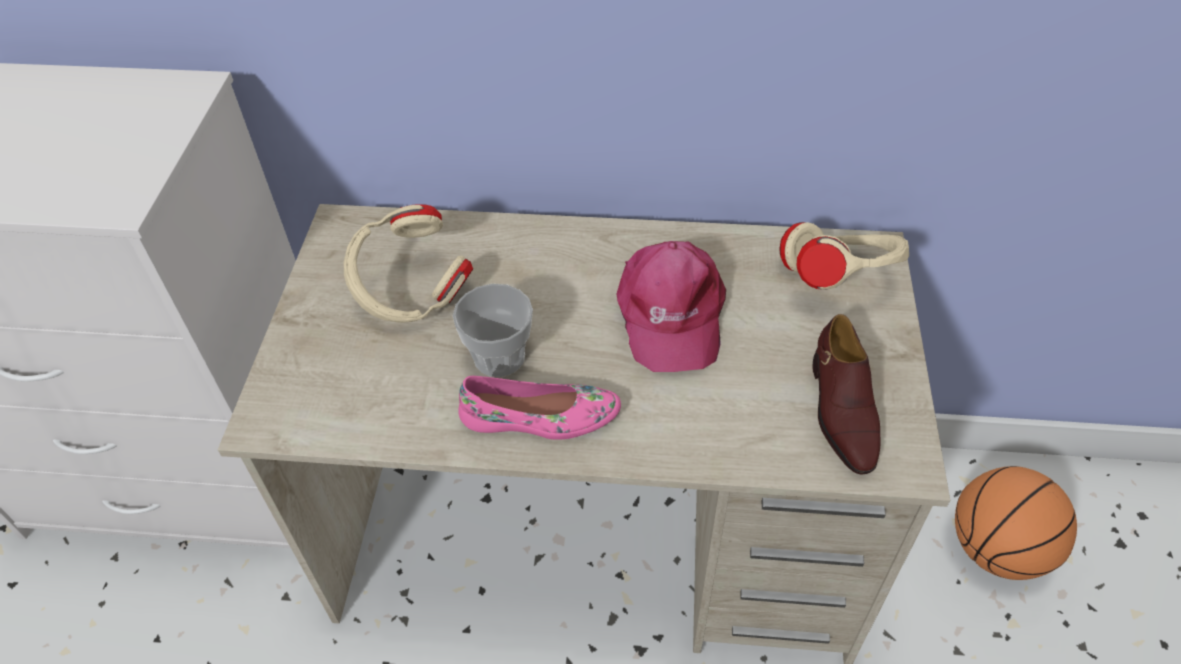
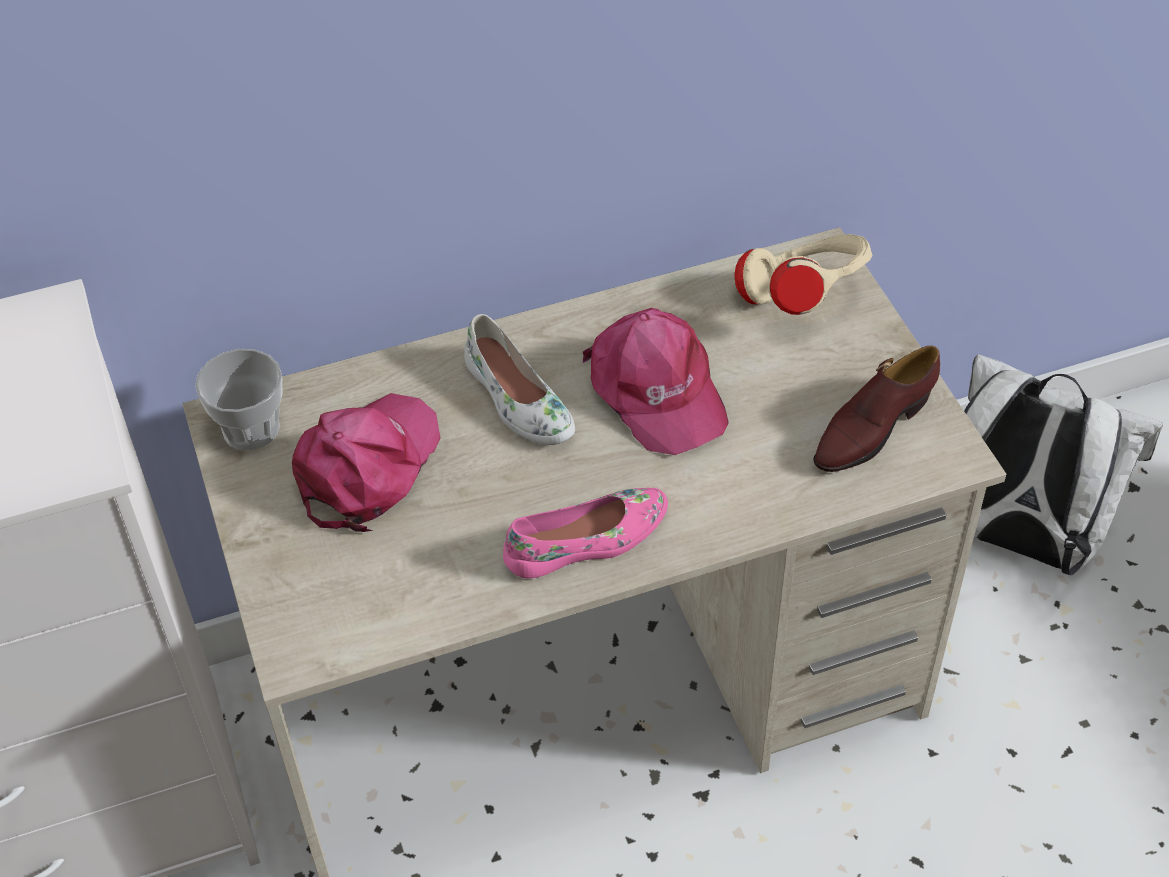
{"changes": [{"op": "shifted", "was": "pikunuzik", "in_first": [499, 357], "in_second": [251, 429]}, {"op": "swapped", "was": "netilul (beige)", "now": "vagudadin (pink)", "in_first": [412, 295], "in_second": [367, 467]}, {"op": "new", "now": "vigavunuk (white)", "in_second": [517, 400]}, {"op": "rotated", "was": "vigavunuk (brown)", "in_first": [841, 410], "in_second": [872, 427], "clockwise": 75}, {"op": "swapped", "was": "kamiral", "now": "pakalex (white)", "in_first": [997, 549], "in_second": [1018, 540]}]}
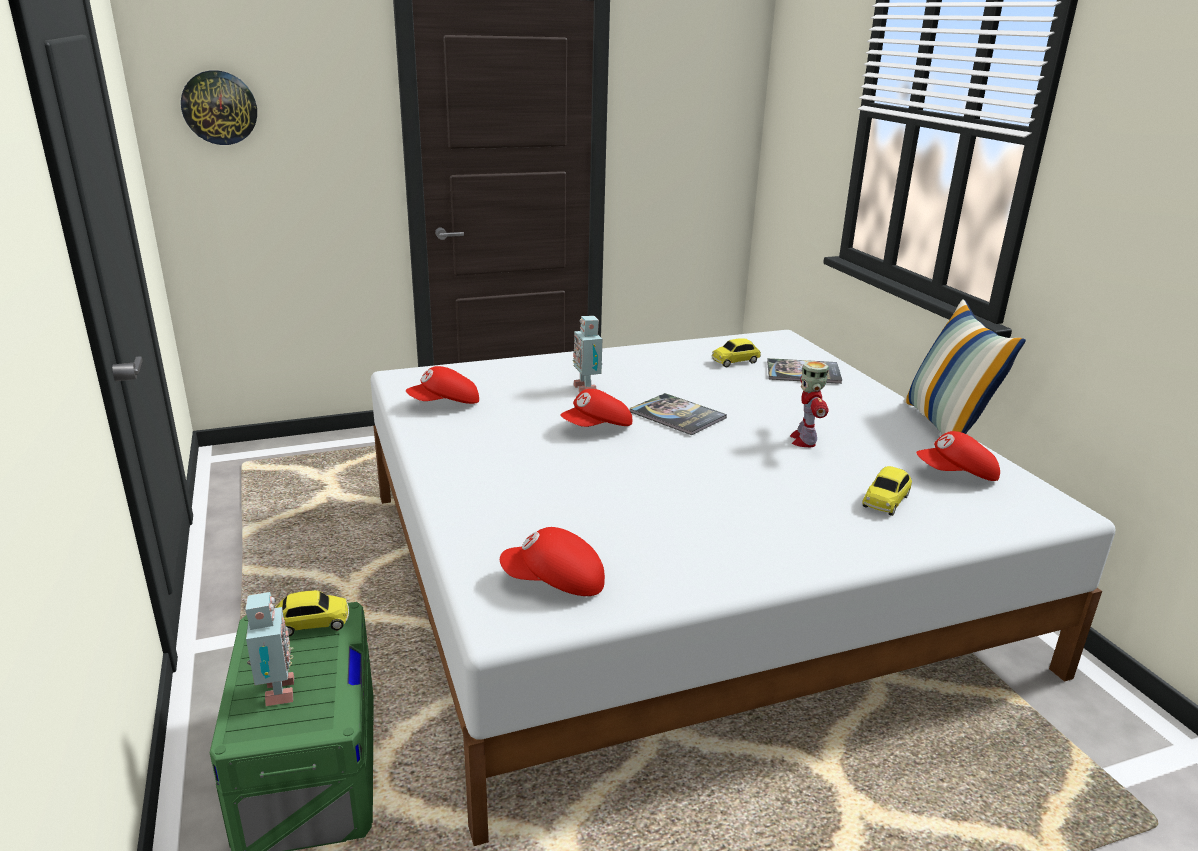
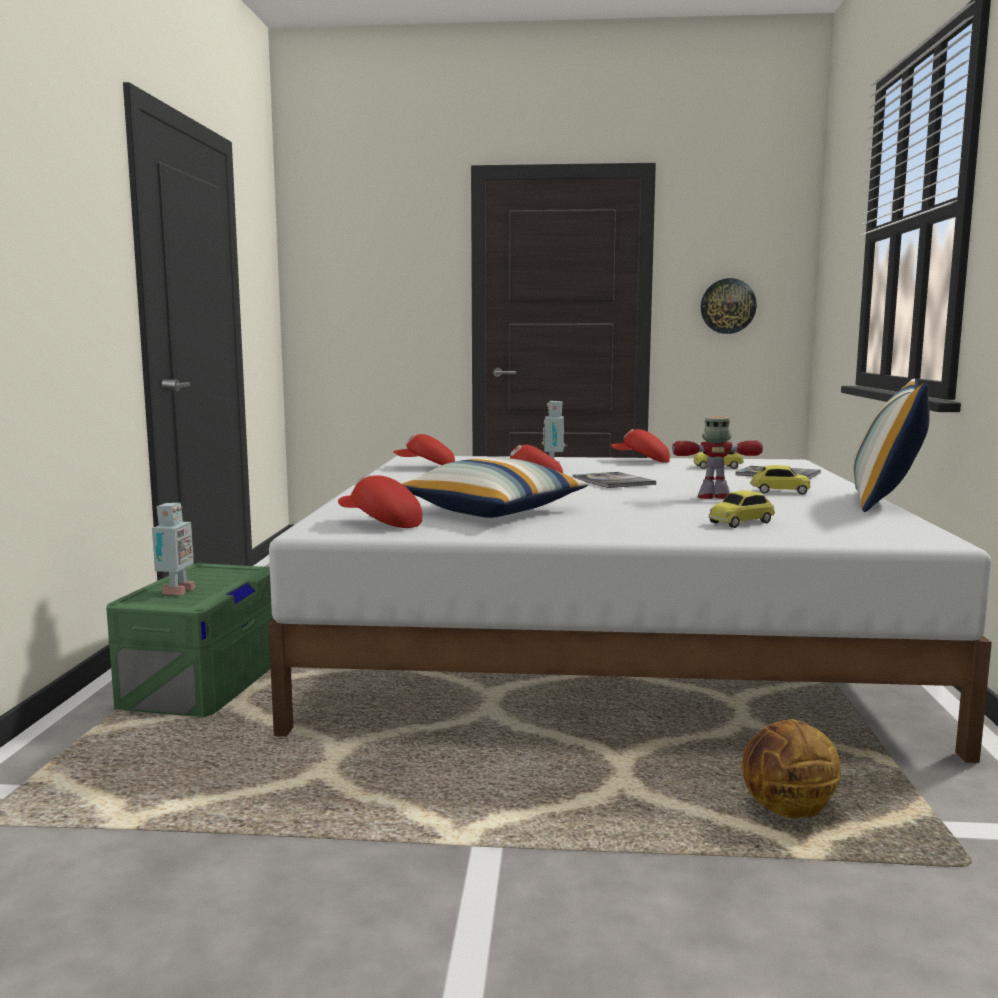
{"changes": [{"op": "new", "now": "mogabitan", "in_second": [493, 511]}, {"op": "shifted", "was": "vagudadin (red)", "in_first": [957, 475], "in_second": [641, 461]}, {"op": "rotated", "was": "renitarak", "in_first": [804, 440], "in_second": [714, 497], "clockwise": 60}, {"op": "shifted", "was": "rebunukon", "in_first": [219, 107], "in_second": [728, 306]}, {"op": "new", "now": "kamiral", "in_second": [788, 811]}, {"op": "shifted", "was": "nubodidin", "in_first": [311, 624], "in_second": [779, 491]}]}
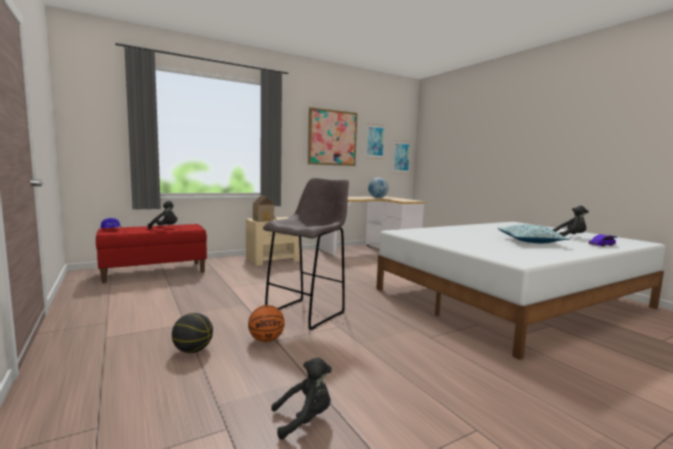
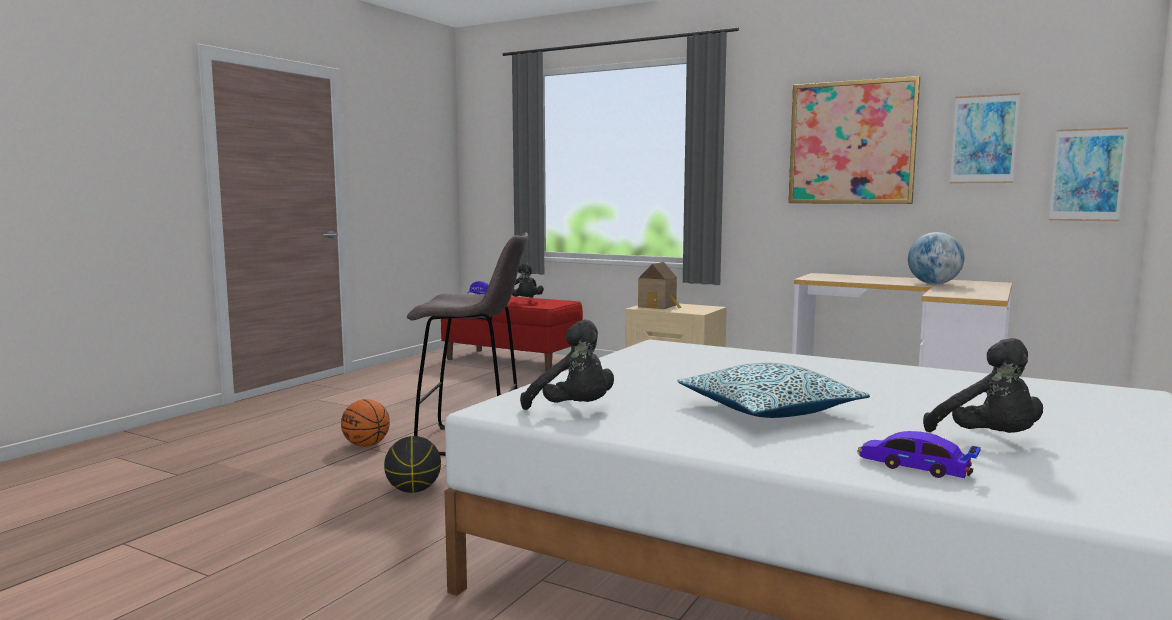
{"changes": [{"op": "shifted", "was": "kamiral", "in_first": [193, 350], "in_second": [414, 490]}, {"op": "shifted", "was": "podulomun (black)", "in_first": [305, 419], "in_second": [574, 411]}]}
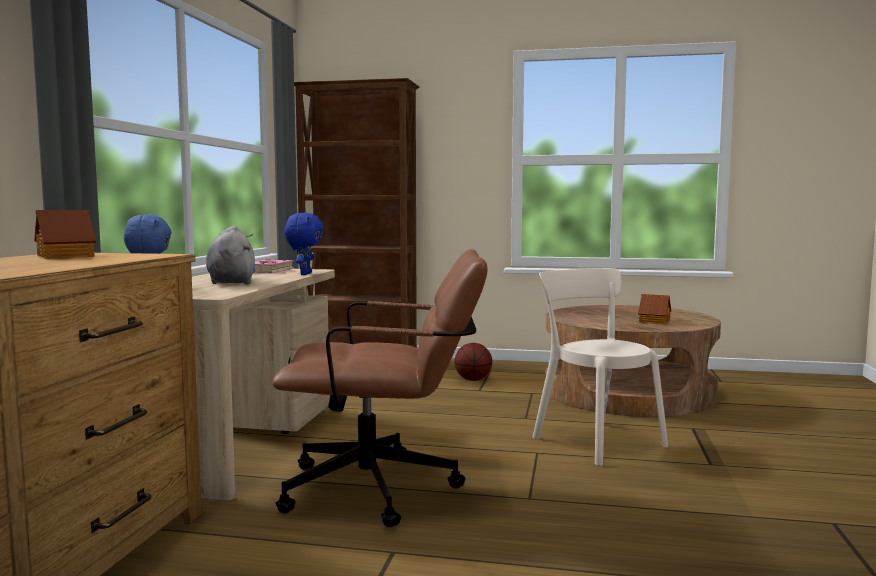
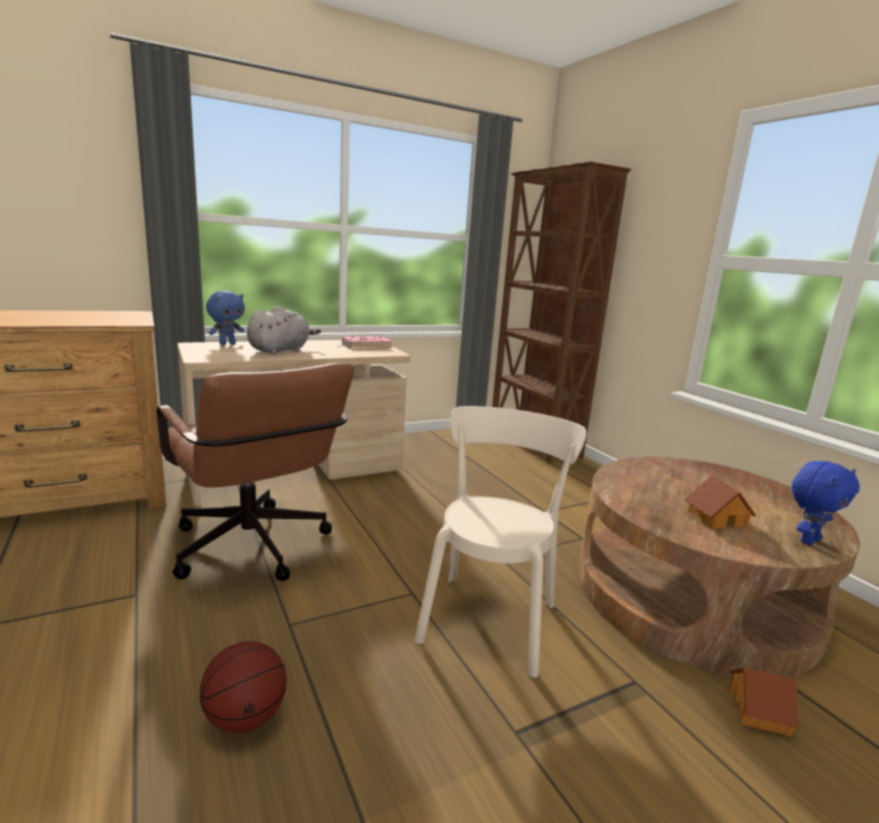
{"changes": [{"op": "shifted", "was": "kamiral", "in_first": [473, 380], "in_second": [245, 718]}, {"op": "shifted", "was": "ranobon", "in_first": [66, 256], "in_second": [760, 711]}, {"op": "shifted", "was": "podulomun (blue)", "in_first": [304, 274], "in_second": [808, 540]}]}
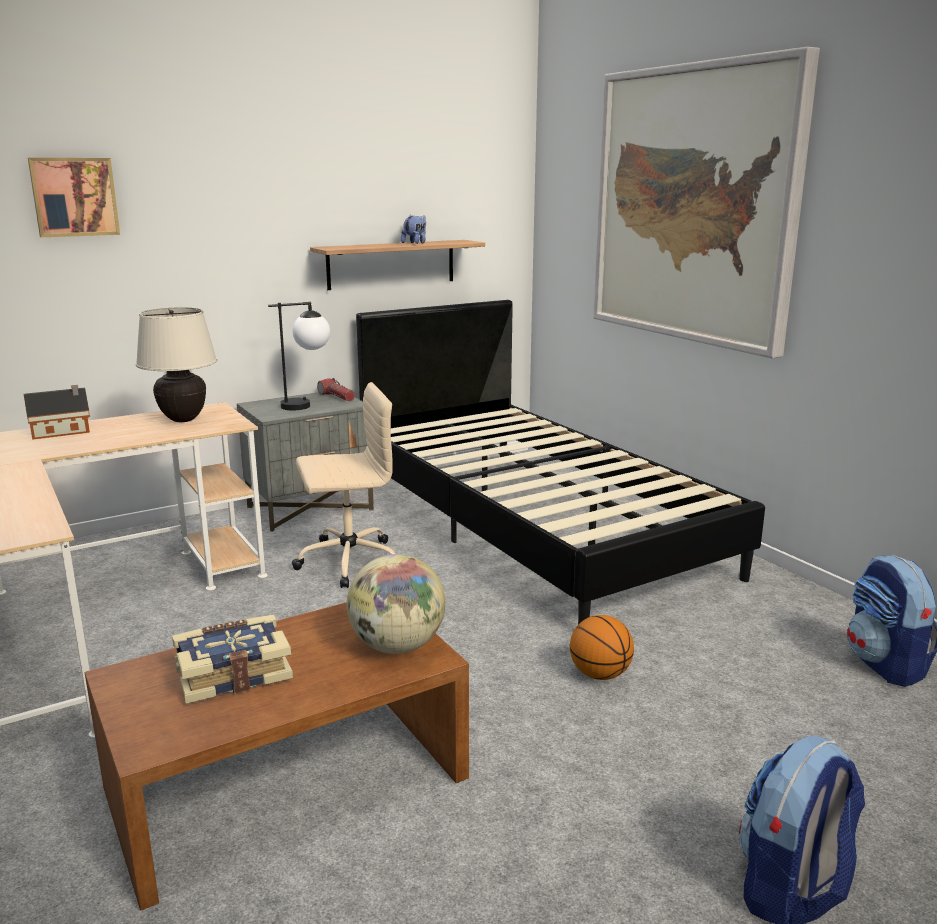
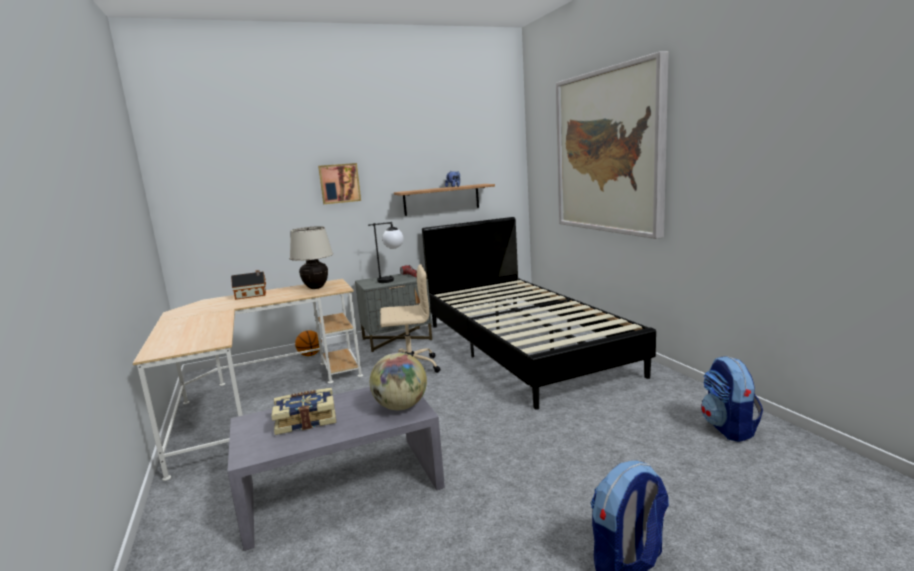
{"changes": [{"op": "repainted", "was": "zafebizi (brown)", "now": "zafebizi (grey)", "in_first": [287, 782], "in_second": [341, 486]}, {"op": "shifted", "was": "kamiral", "in_first": [600, 674], "in_second": [310, 355]}, {"op": "shifted", "was": "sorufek", "in_first": [74, 197], "in_second": [339, 183]}]}
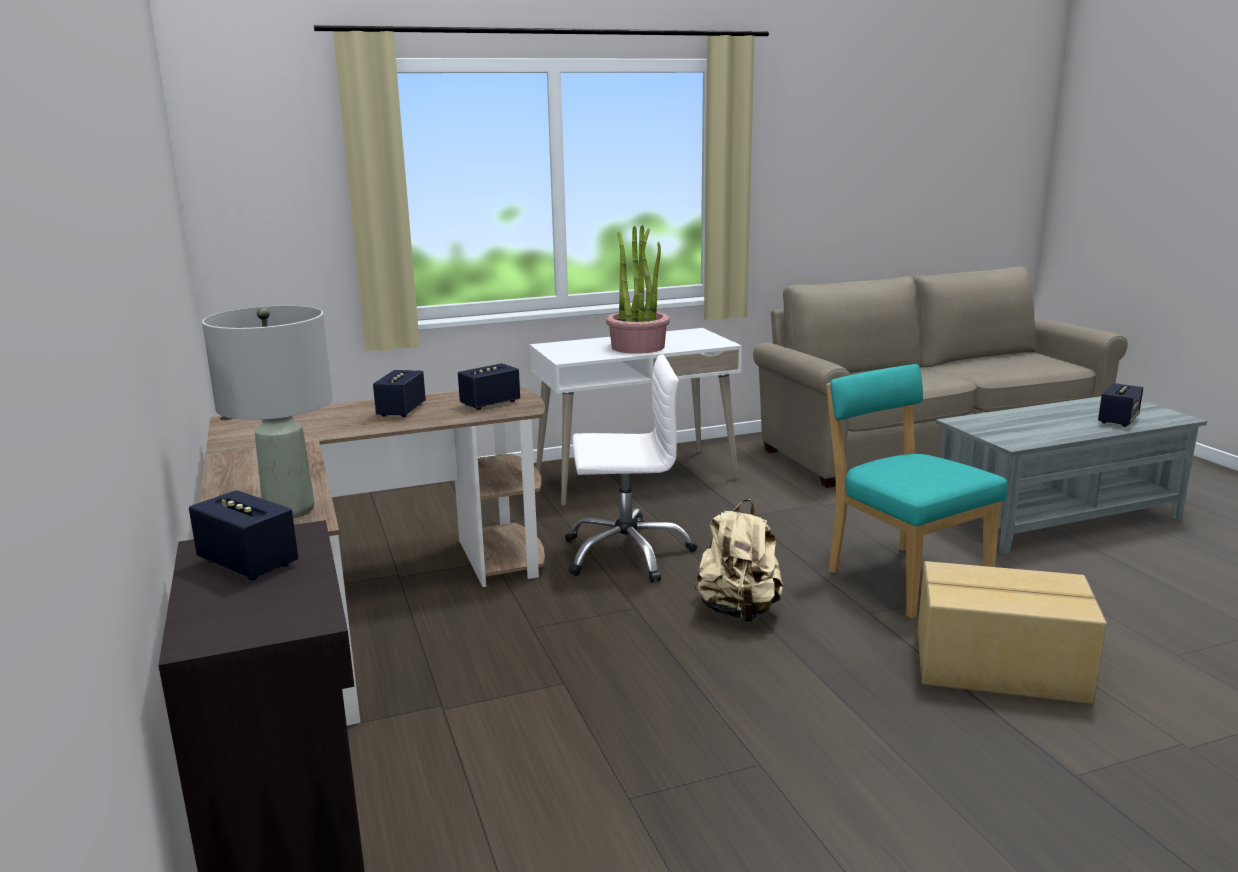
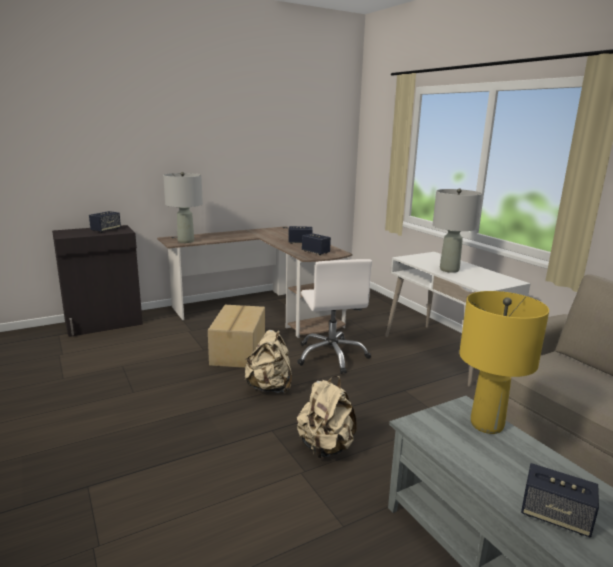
{"changes": [{"op": "shifted", "was": "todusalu", "in_first": [1000, 668], "in_second": [237, 351]}, {"op": "swapped", "was": "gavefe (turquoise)", "now": "pakalex (beige)", "in_first": [902, 578], "in_second": [325, 447]}, {"op": "swapped", "was": "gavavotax", "now": "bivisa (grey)", "in_first": [638, 347], "in_second": [449, 269]}, {"op": "new", "now": "bivisa (yellow)", "in_second": [486, 424]}]}
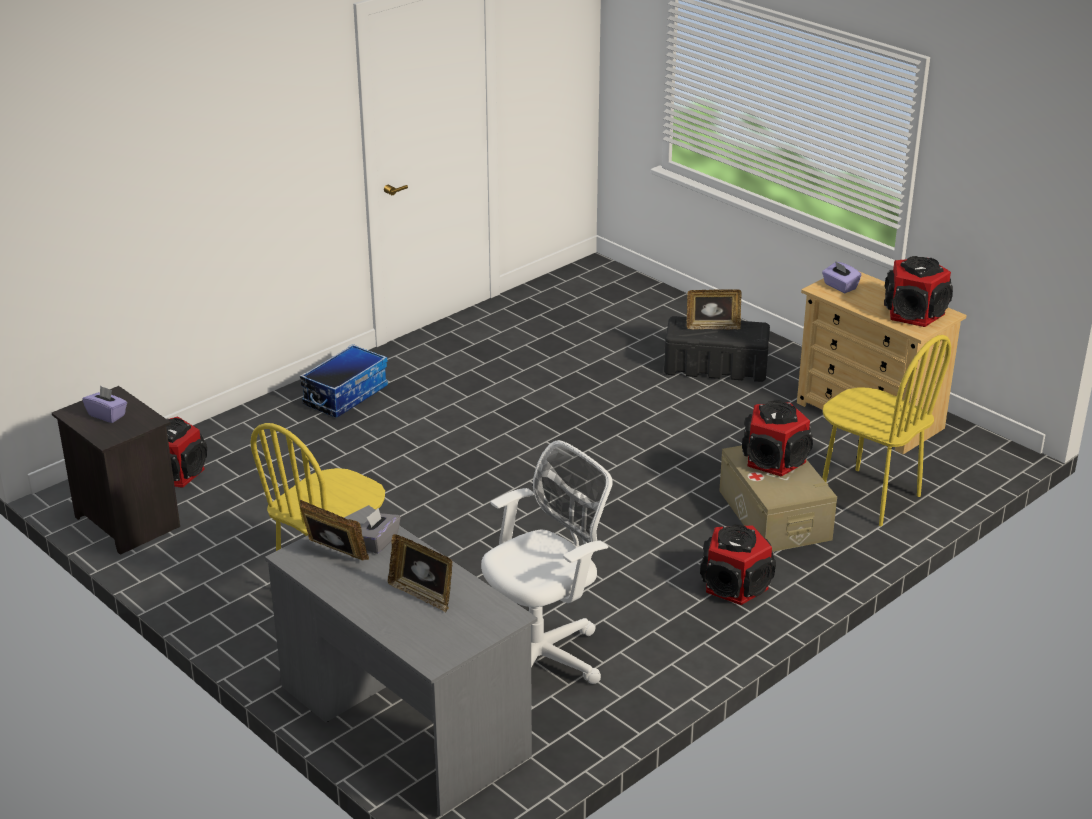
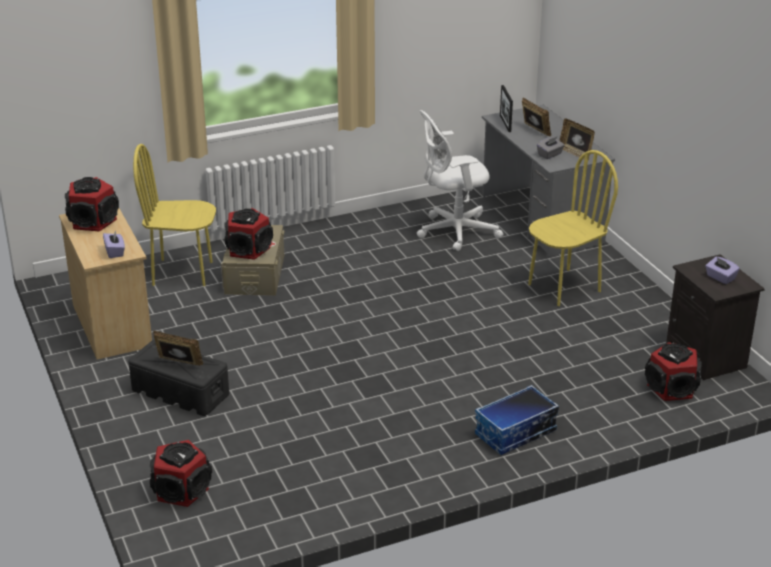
{"changes": [{"op": "rotated", "was": "gavefe (yellow)", "in_first": [869, 496], "in_second": [182, 273], "clockwise": -60}, {"op": "shifted", "was": "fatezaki", "in_first": [735, 586], "in_second": [181, 490]}, {"op": "new", "now": "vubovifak", "in_second": [505, 123]}]}
